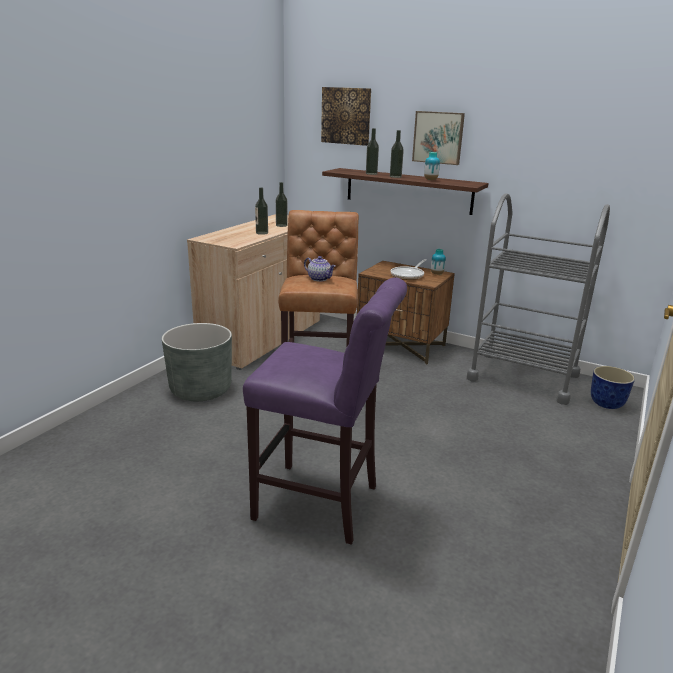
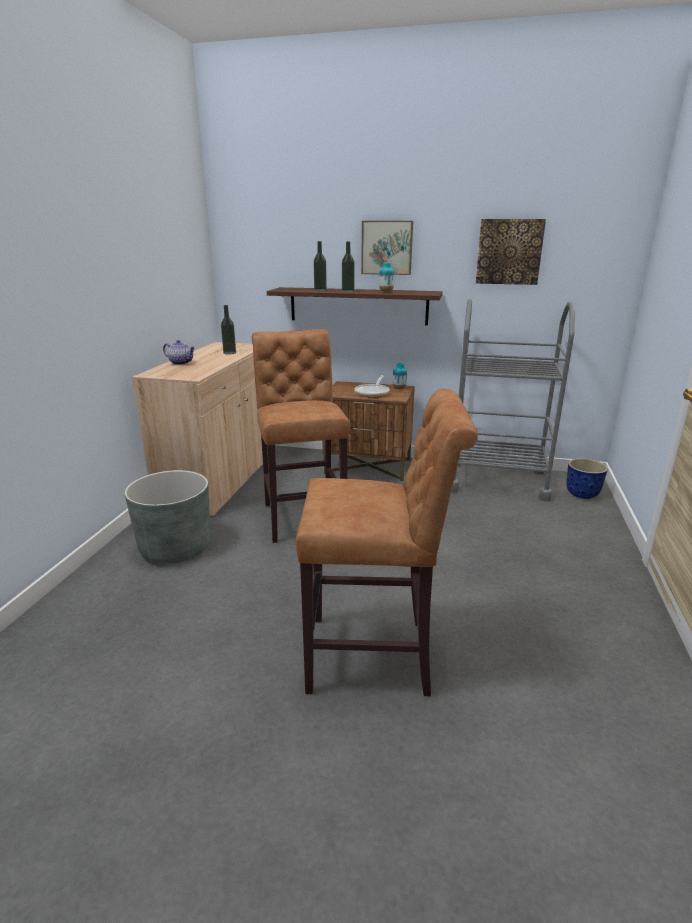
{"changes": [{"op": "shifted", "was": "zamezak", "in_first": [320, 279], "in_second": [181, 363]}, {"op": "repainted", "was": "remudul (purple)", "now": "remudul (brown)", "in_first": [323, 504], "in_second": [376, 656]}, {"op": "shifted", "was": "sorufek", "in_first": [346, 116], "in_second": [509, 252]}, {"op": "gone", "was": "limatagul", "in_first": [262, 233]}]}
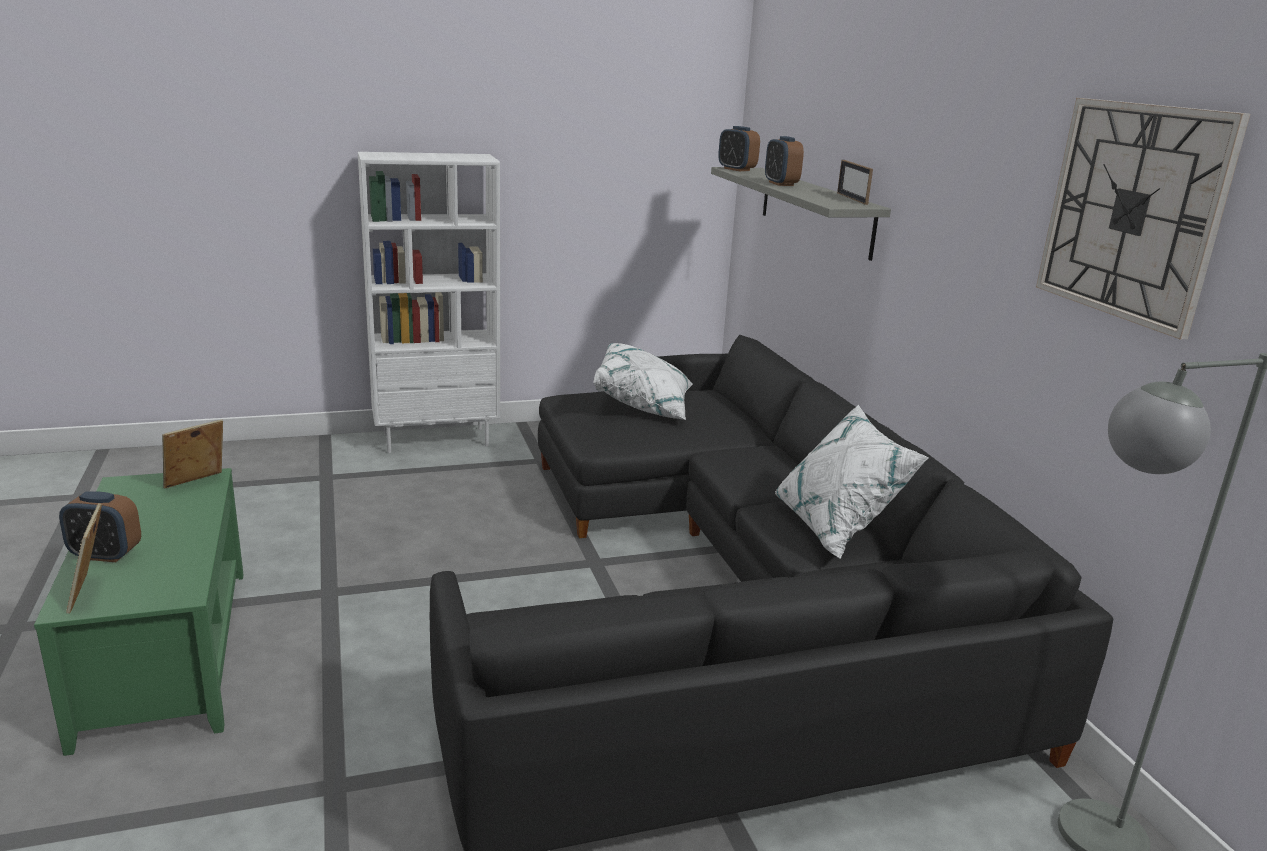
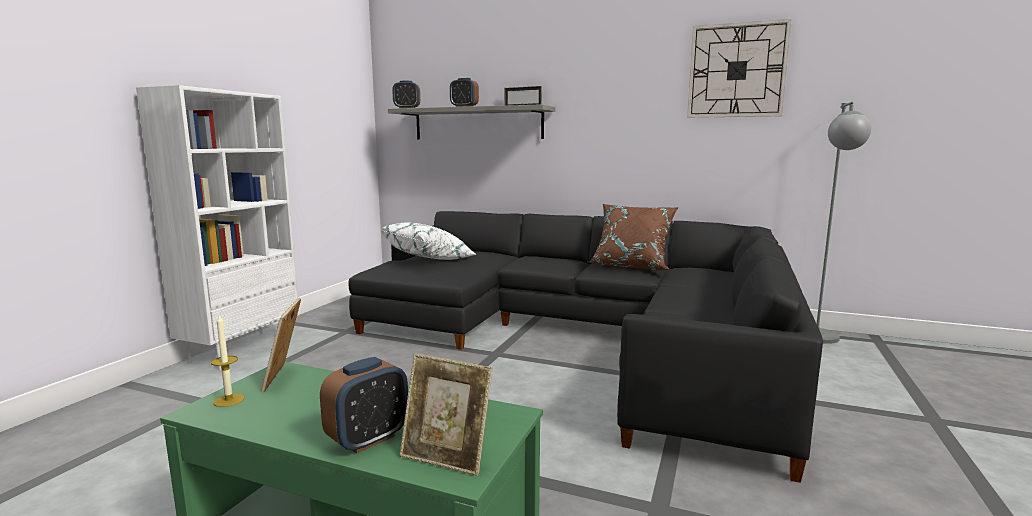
{"changes": [{"op": "new", "now": "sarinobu", "in_second": [229, 400]}, {"op": "repainted", "was": "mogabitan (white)", "now": "mogabitan (brown)", "in_first": [837, 527], "in_second": [631, 266]}]}
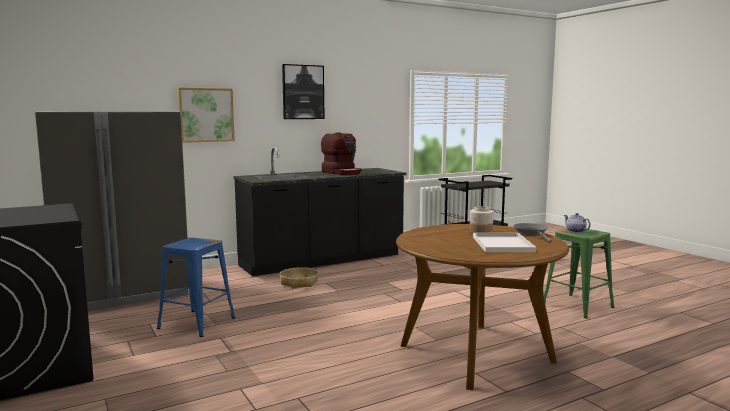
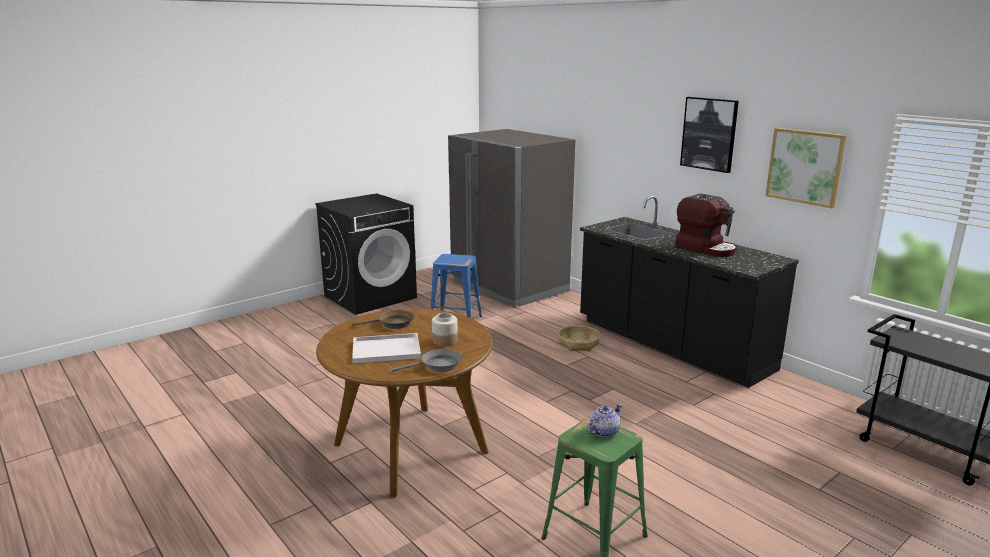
{"changes": [{"op": "new", "now": "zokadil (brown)", "in_second": [393, 324]}, {"op": "rotated", "was": "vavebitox", "in_first": [342, 172], "in_second": [706, 248], "clockwise": -90}, {"op": "shifted", "was": "sorufek", "in_first": [206, 115], "in_second": [805, 166]}]}
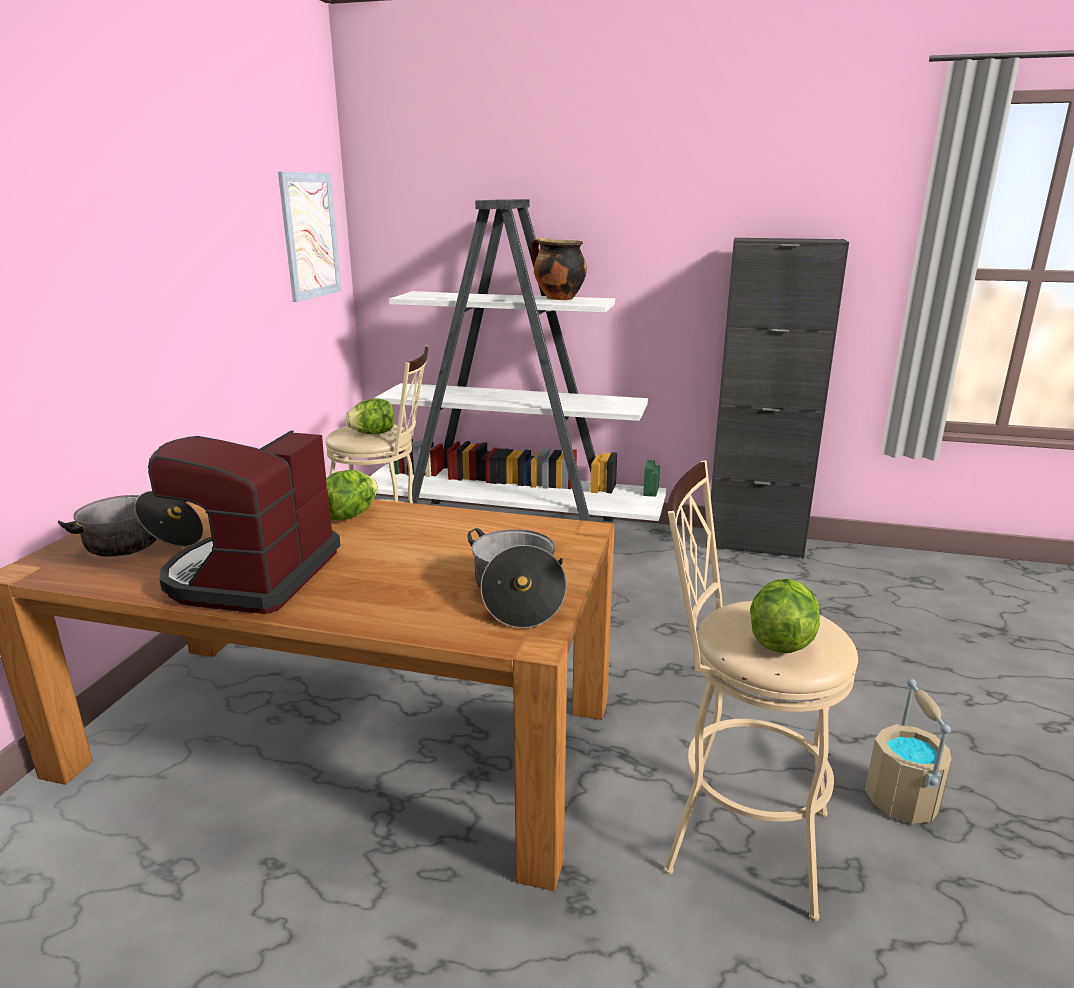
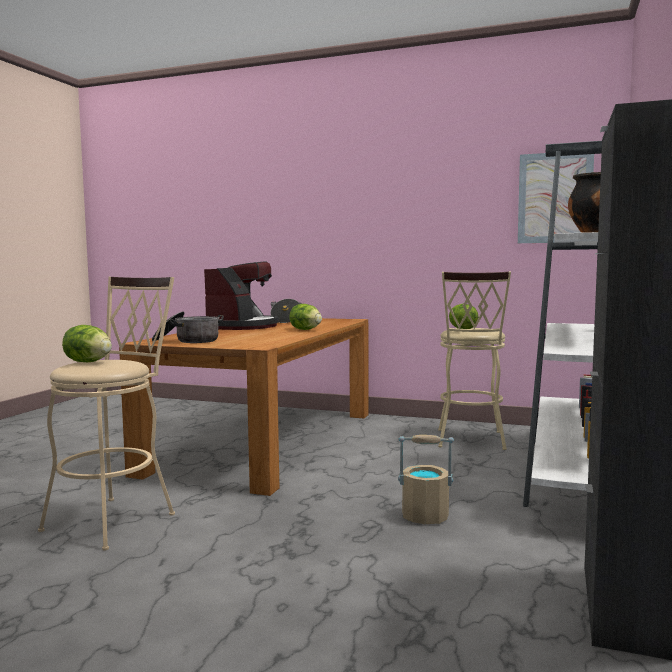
{"changes": [{"op": "rotated", "was": "vavebitox", "in_first": [252, 575], "in_second": [242, 326], "clockwise": 90}, {"op": "shifted", "was": "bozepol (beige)", "in_first": [902, 801], "in_second": [424, 516]}]}
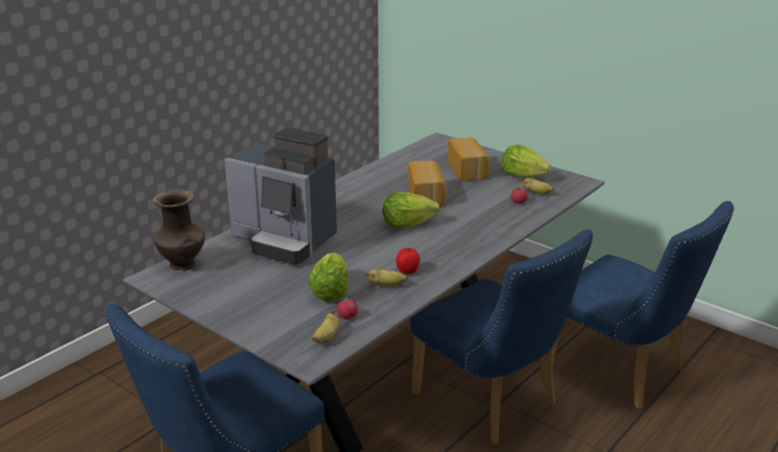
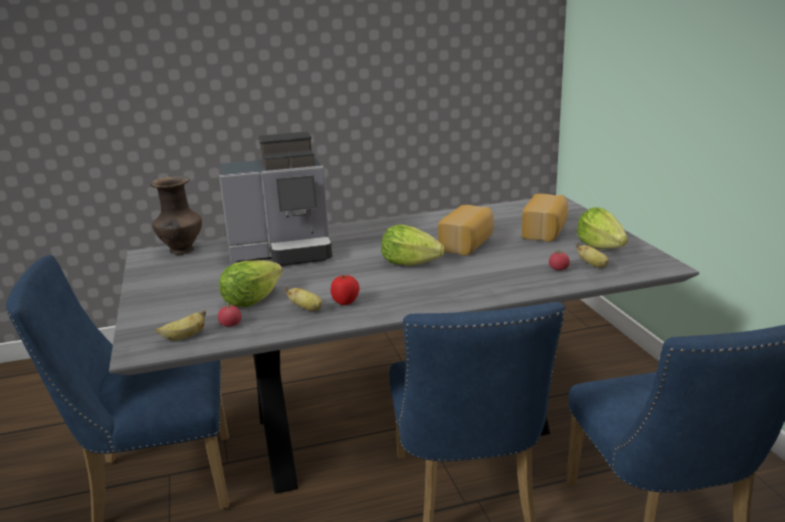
{"changes": [{"op": "rotated", "was": "vavebitox", "in_first": [284, 241], "in_second": [284, 251], "clockwise": -75}]}
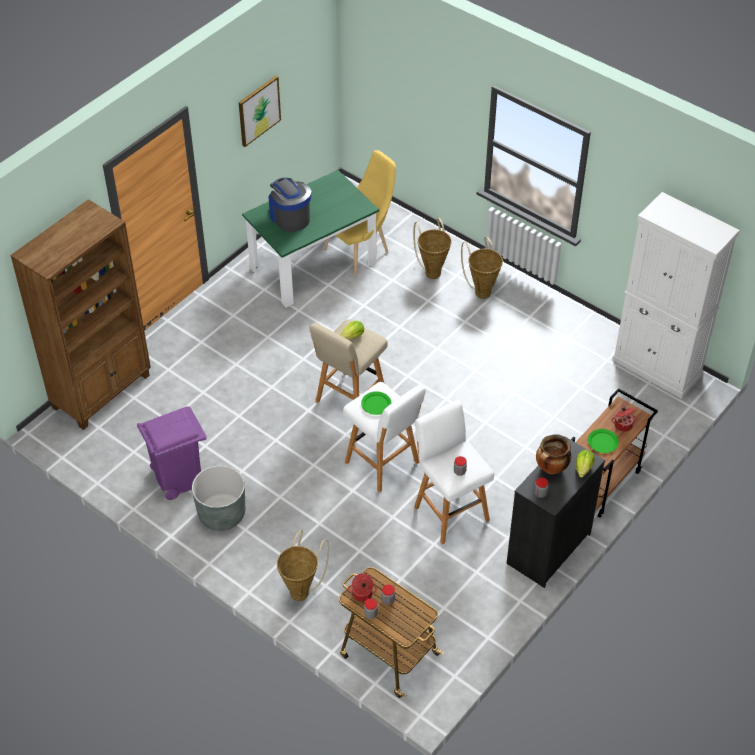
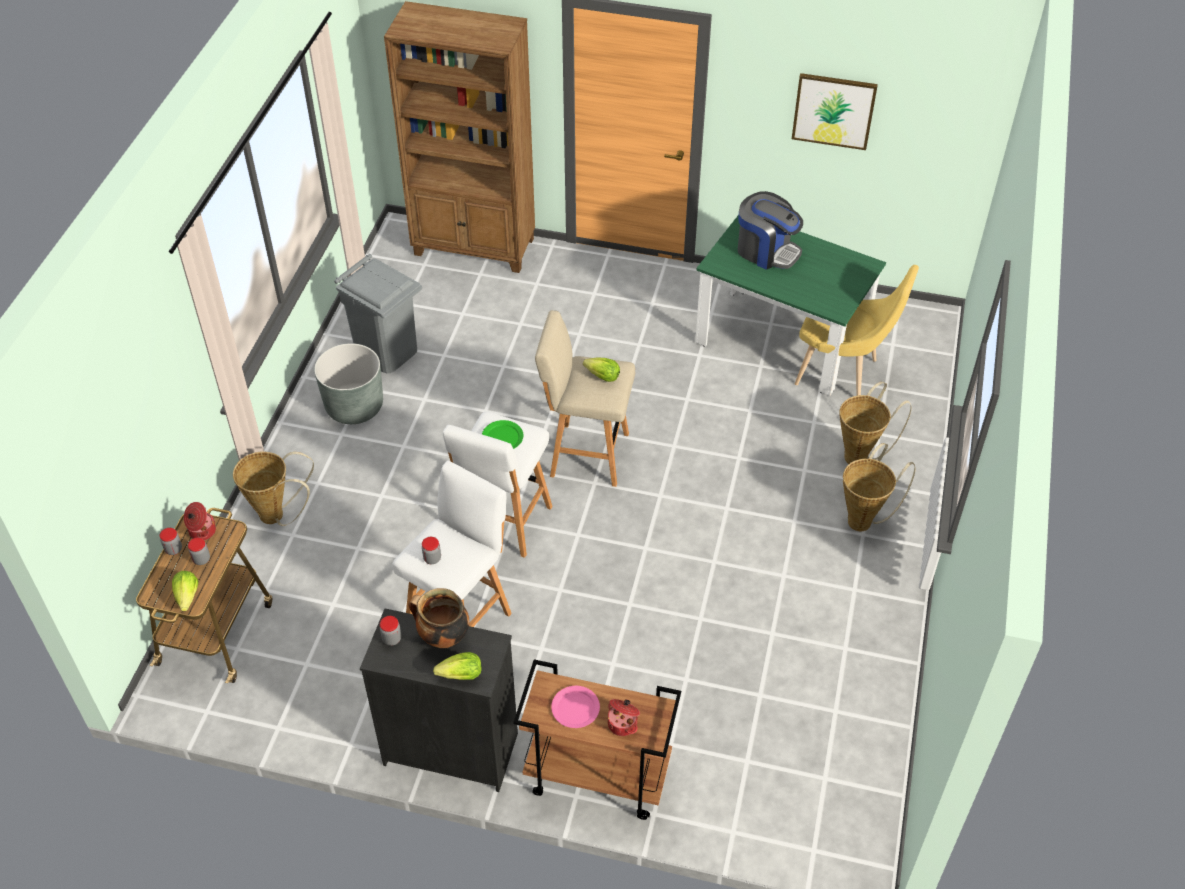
{"changes": [{"op": "new", "now": "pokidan", "in_second": [187, 596]}, {"op": "repainted", "was": "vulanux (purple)", "now": "vulanux (grey)", "in_first": [178, 478], "in_second": [387, 352]}, {"op": "repainted", "was": "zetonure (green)", "now": "zetonure (pink)", "in_first": [603, 442], "in_second": [575, 708]}, {"op": "rotated", "was": "vavebitox", "in_first": [290, 217], "in_second": [766, 251], "clockwise": 90}, {"op": "gone", "was": "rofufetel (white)", "in_first": [657, 367]}]}
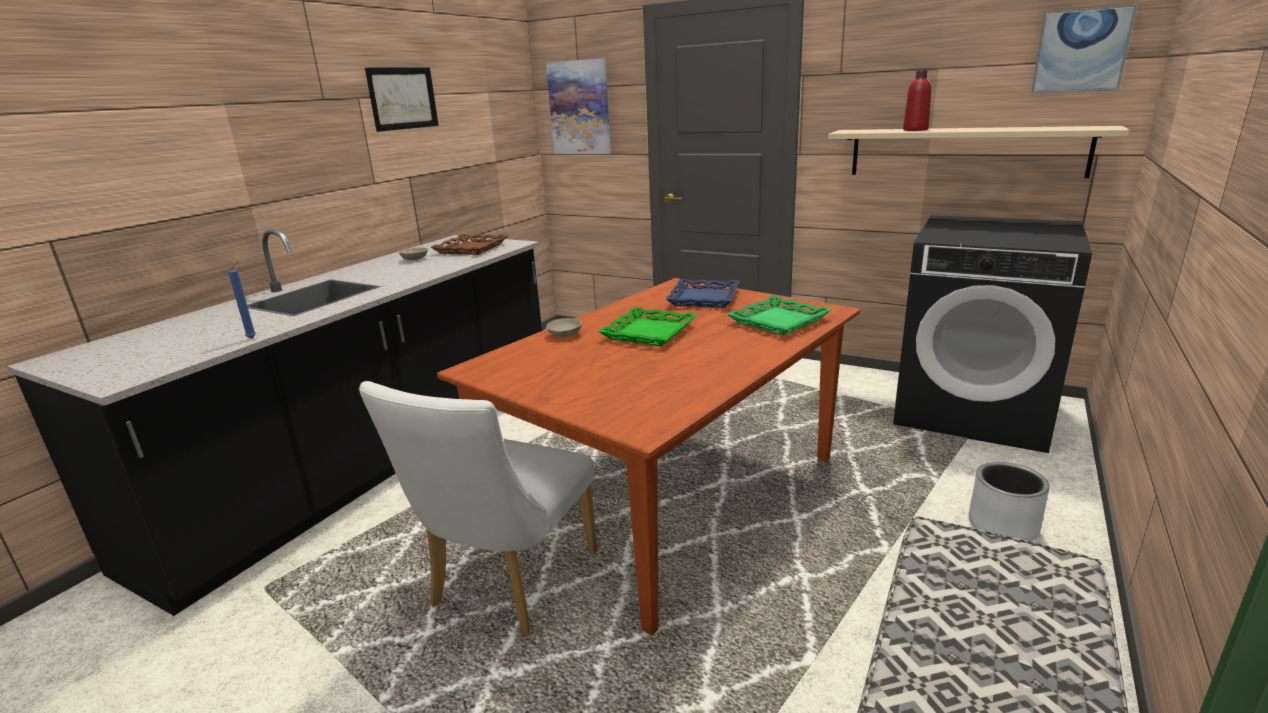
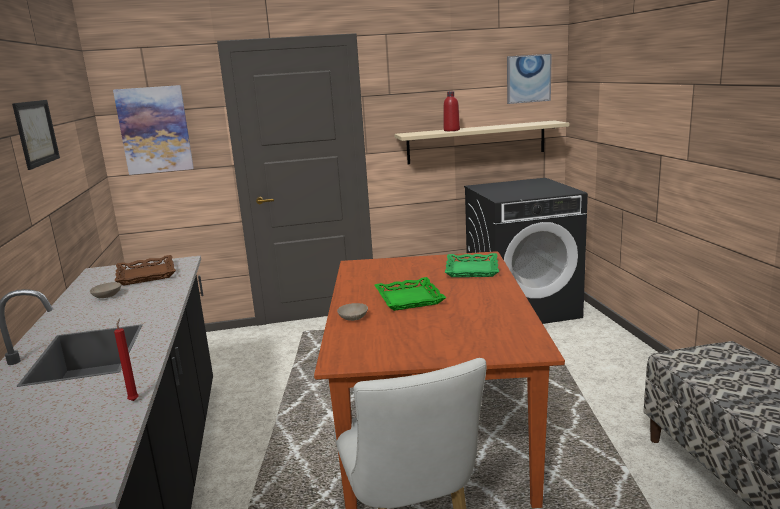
{"changes": [{"op": "repainted", "was": "sarinobu (blue)", "now": "sarinobu (red)", "in_first": [253, 338], "in_second": [134, 400]}, {"op": "gone", "was": "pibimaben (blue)", "in_first": [703, 298]}, {"op": "gone", "was": "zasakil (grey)", "in_first": [1002, 526]}]}
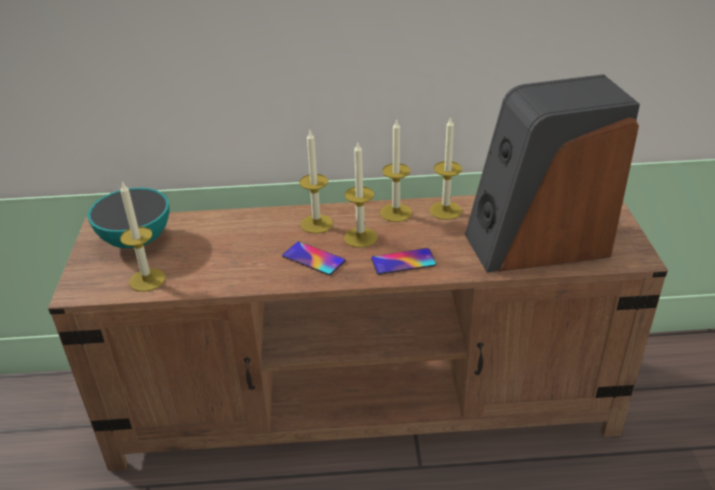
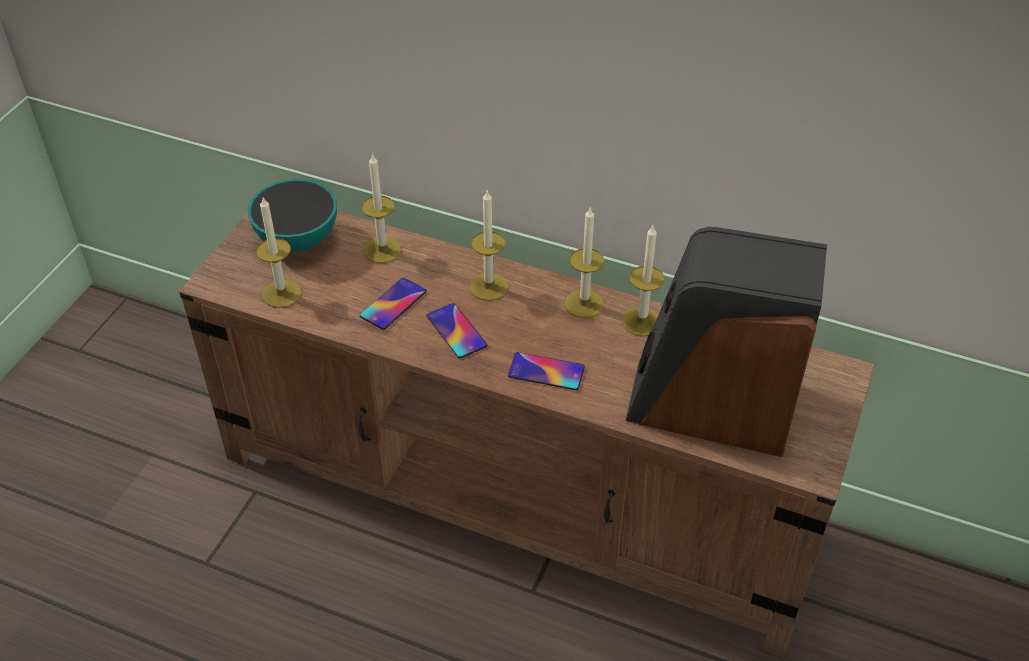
{"changes": [{"op": "new", "now": "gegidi", "in_second": [393, 304]}, {"op": "shifted", "was": "sarinobu", "in_first": [360, 237], "in_second": [382, 250]}]}
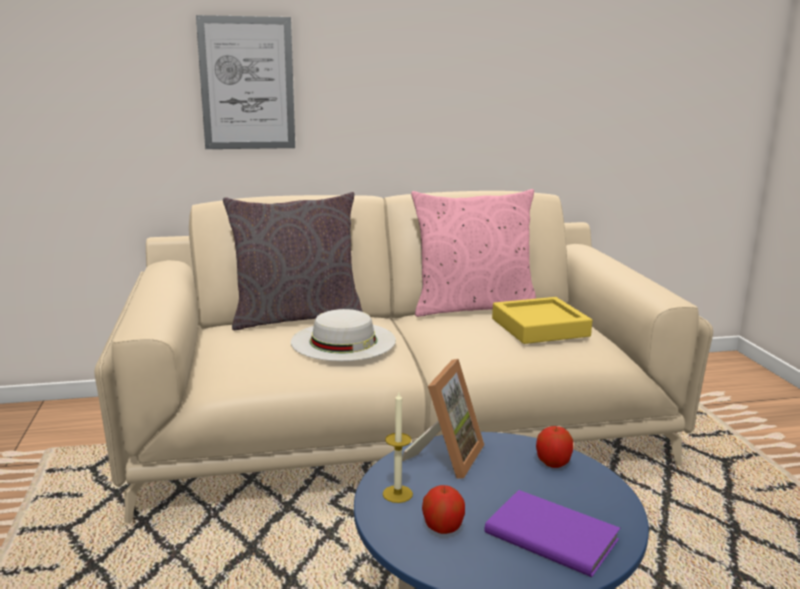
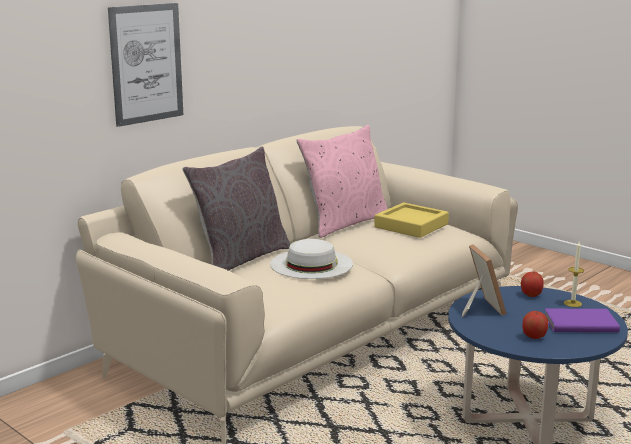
{"changes": [{"op": "shifted", "was": "sarinobu", "in_first": [397, 494], "in_second": [572, 303]}]}
